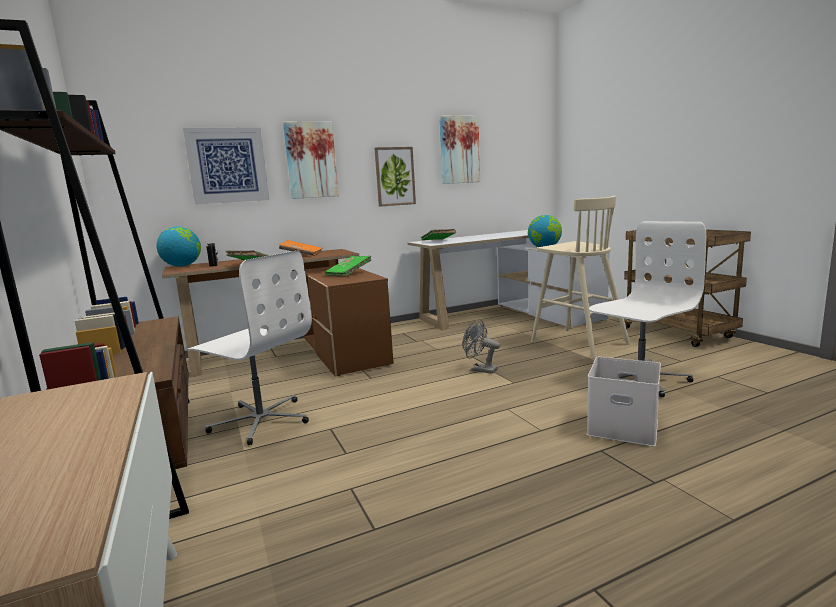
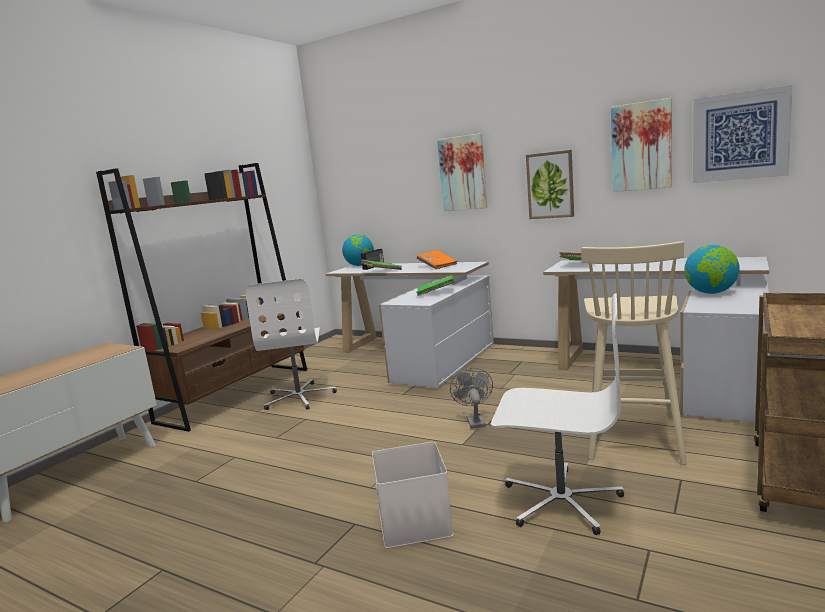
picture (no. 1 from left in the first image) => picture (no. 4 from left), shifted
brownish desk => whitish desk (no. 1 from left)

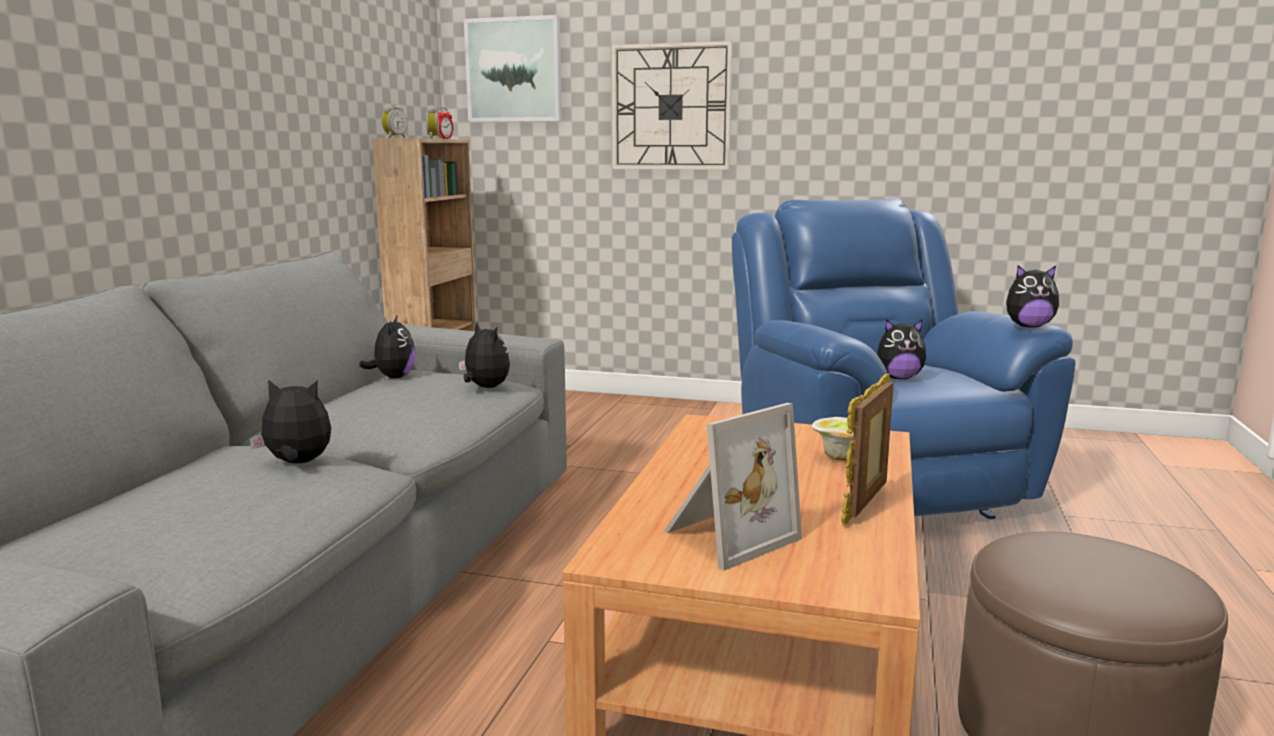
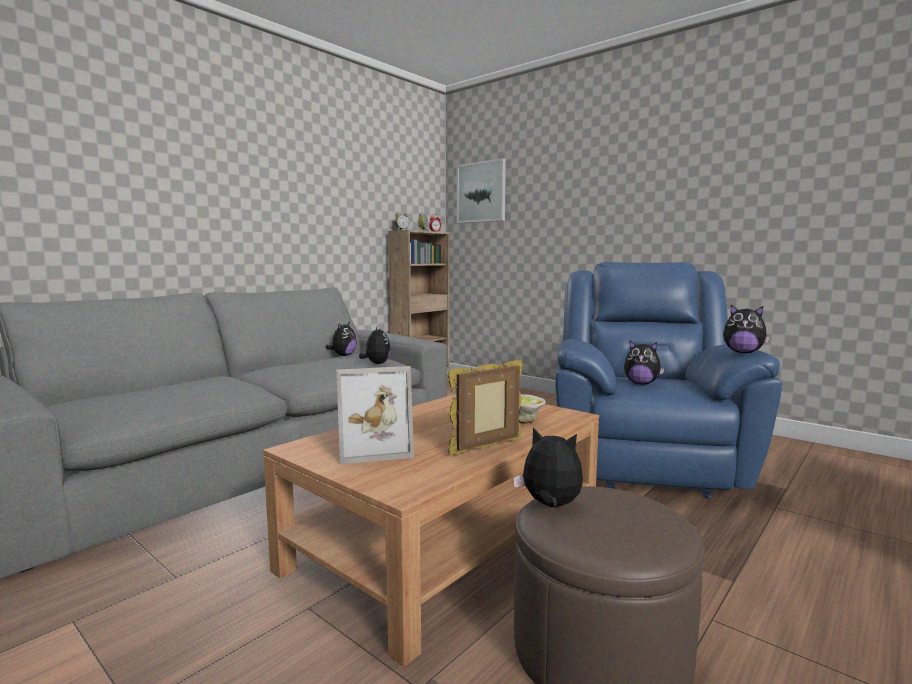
wall clock => nothing
plush toy (no. 1 from left in the first image) => plush toy (no. 3 from left), shifted

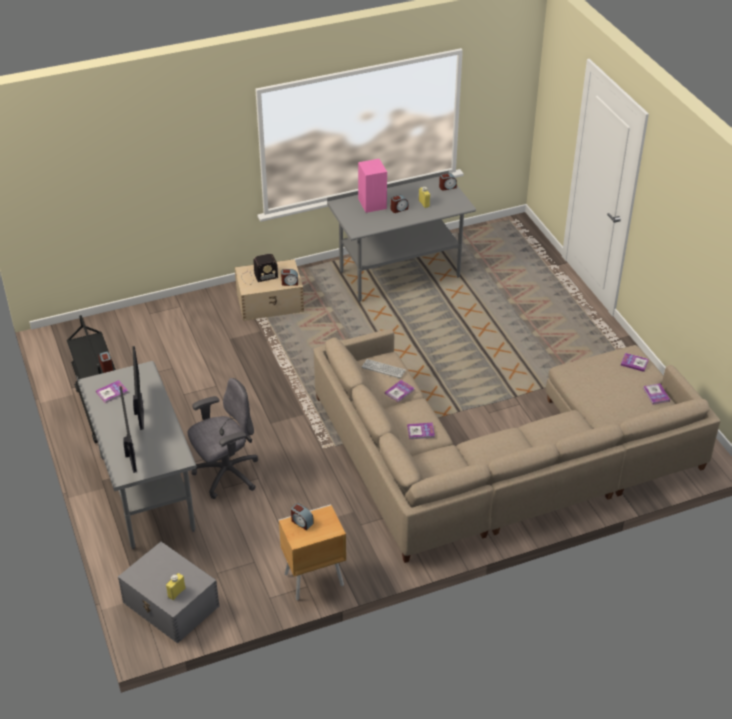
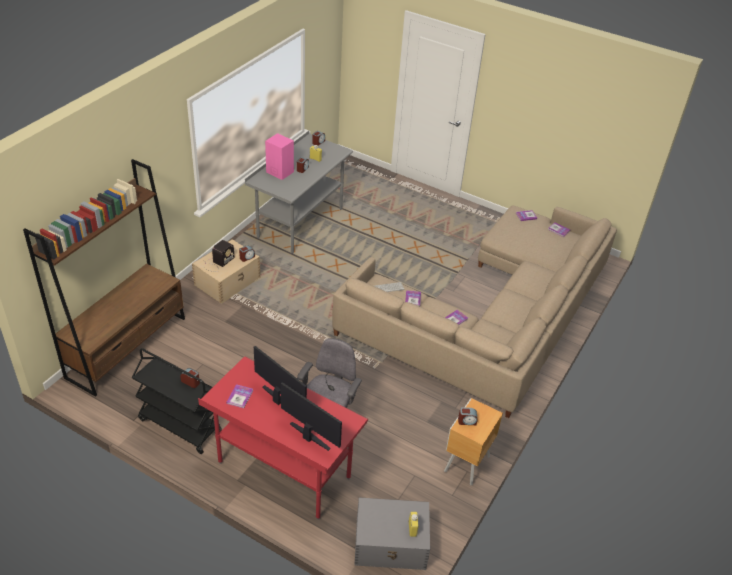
grey desk (no. 1 from left) => reddish desk
nothing => brownish shelving unit

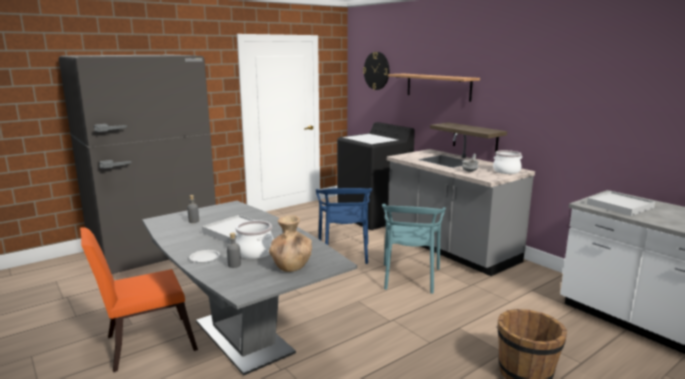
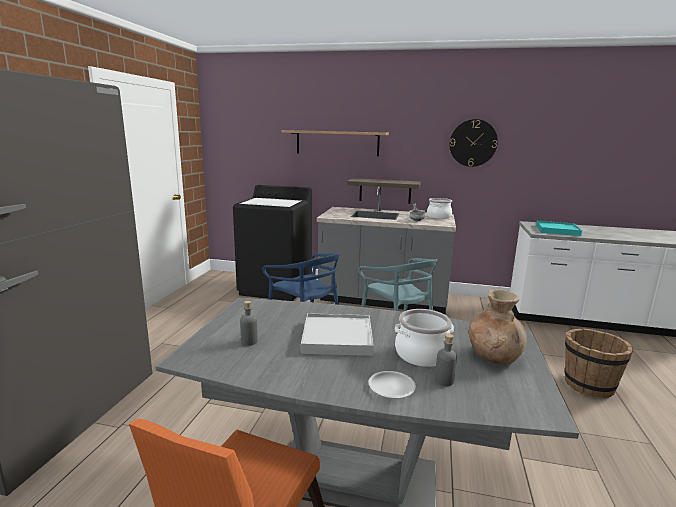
wall clock, shifted
whitish serving tray (no. 2 from left) => turquoise serving tray

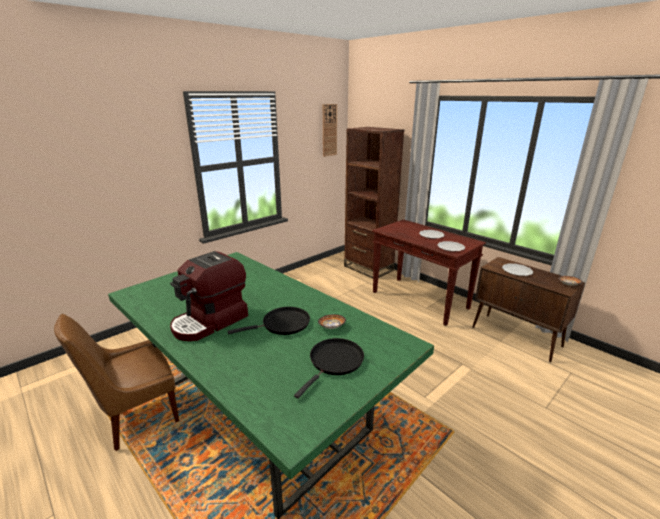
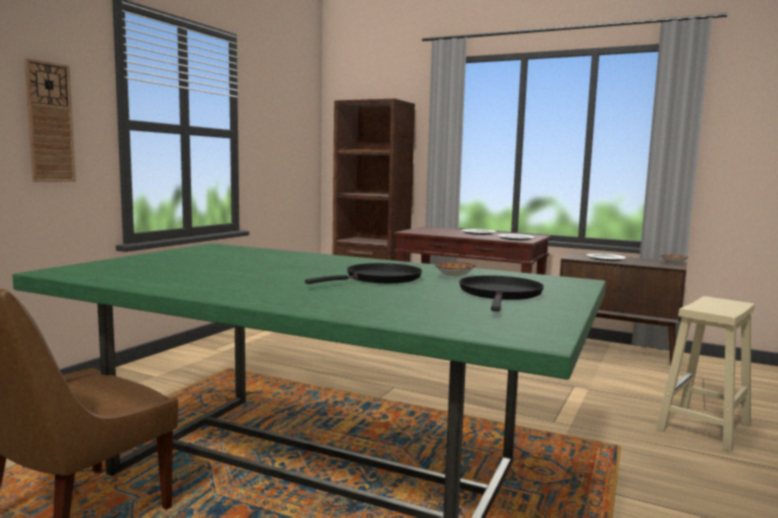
wall clock, shifted
coffee maker => nothing
nothing => beige stool seat

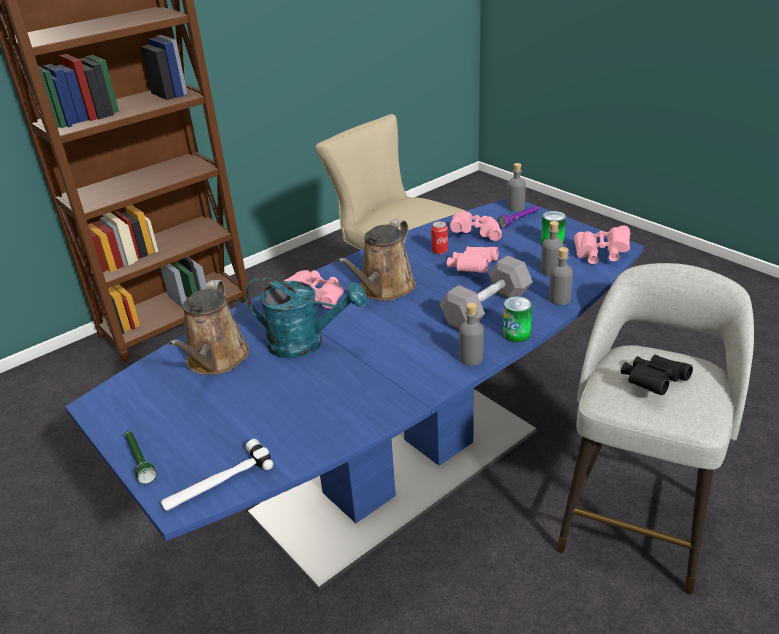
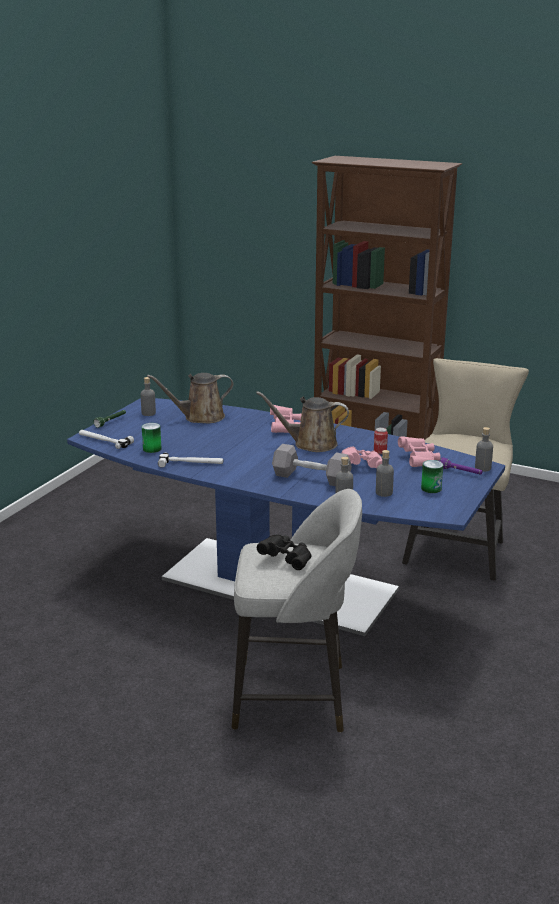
pink binoculars (no. 4 from left) => nothing
turquoise sprinkling can => nothing
can (no. 2 from left in the first image) => can (no. 1 from left), shifted
grey beverage bottle (no. 1 from left), shifted
nothing => hand hammer (no. 2 from left)

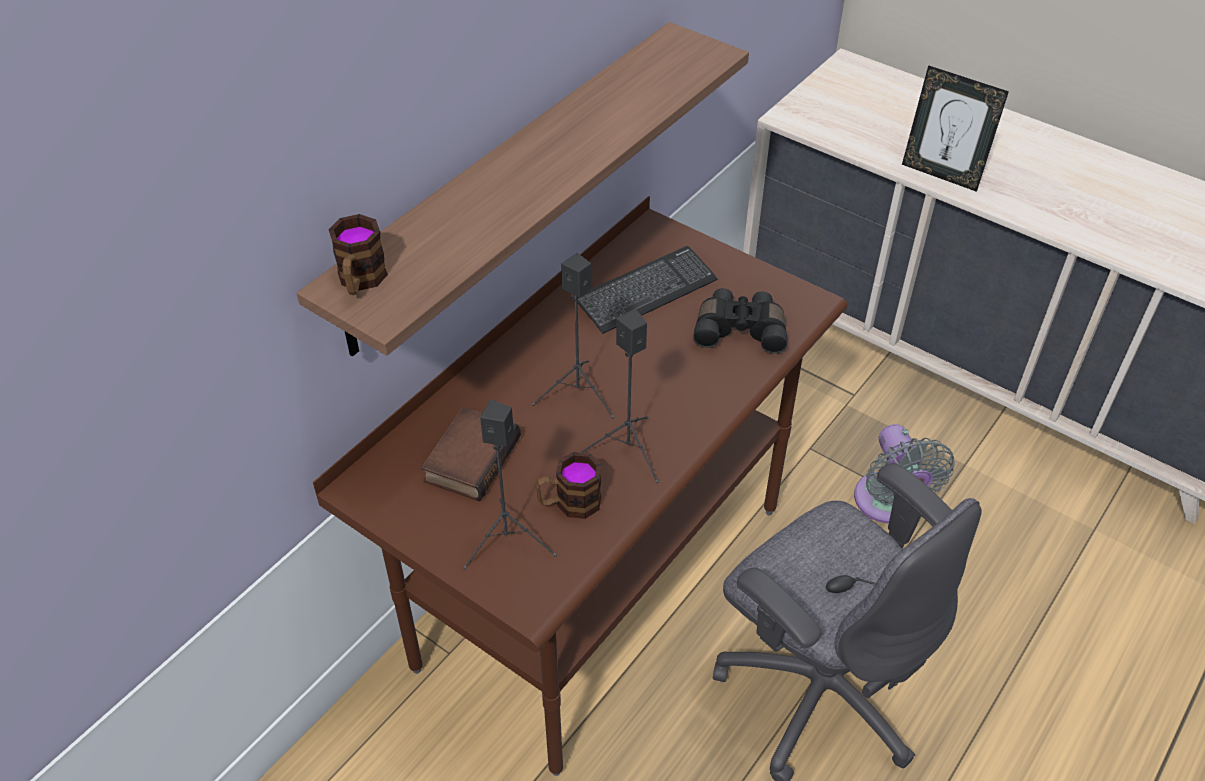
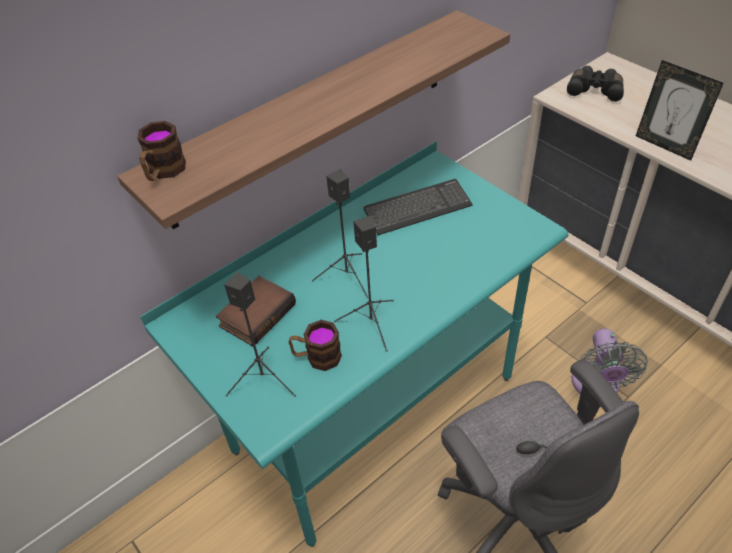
brownish desk => turquoise desk
black binoculars, shifted

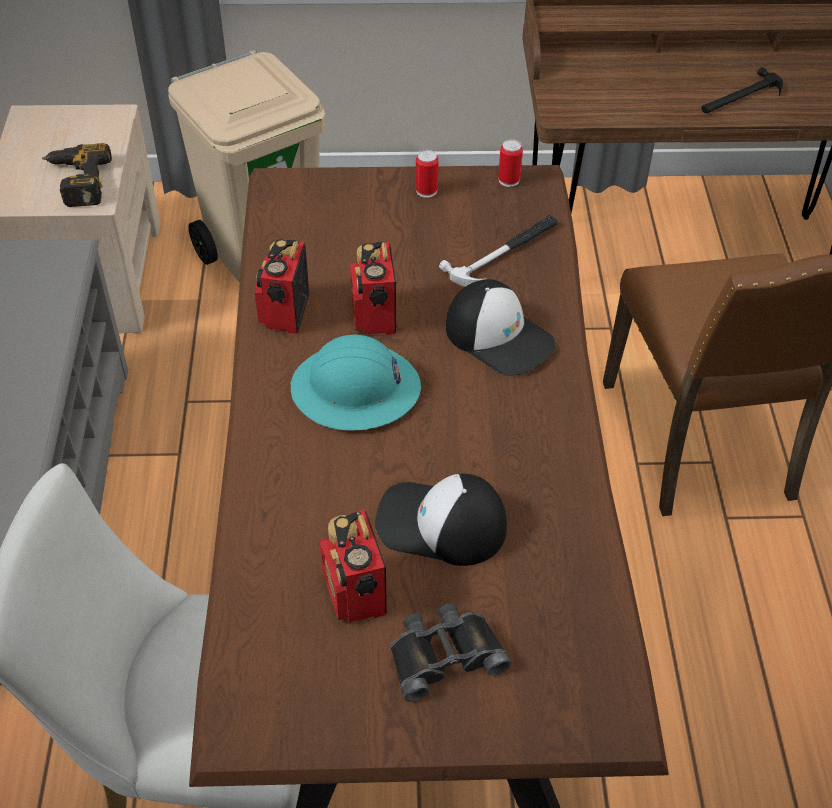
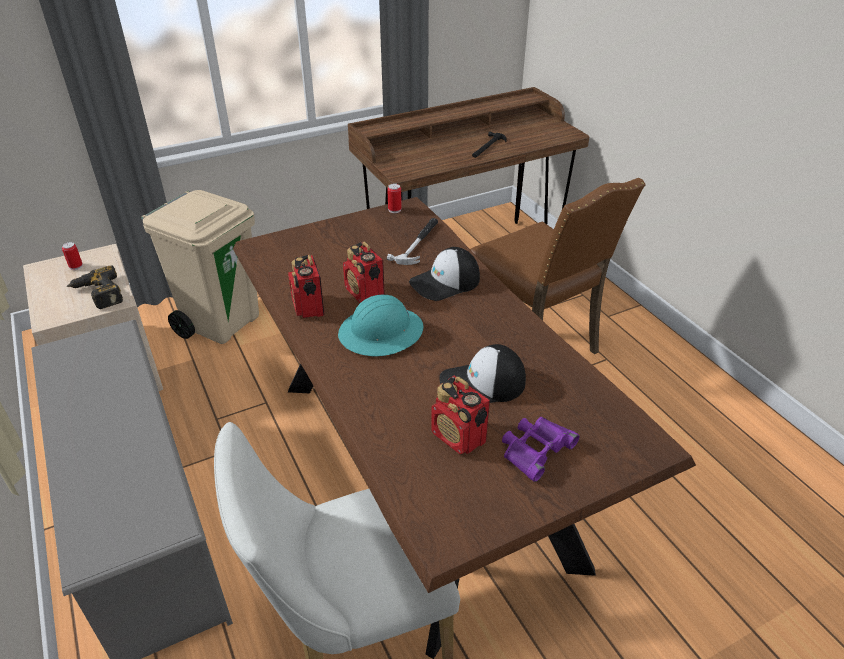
can (no. 1 from left), shifted
peaked cap (no. 2 from left in the first image) => peaked cap (no. 1 from left), 135 degrees clockwise
black binoculars => purple binoculars

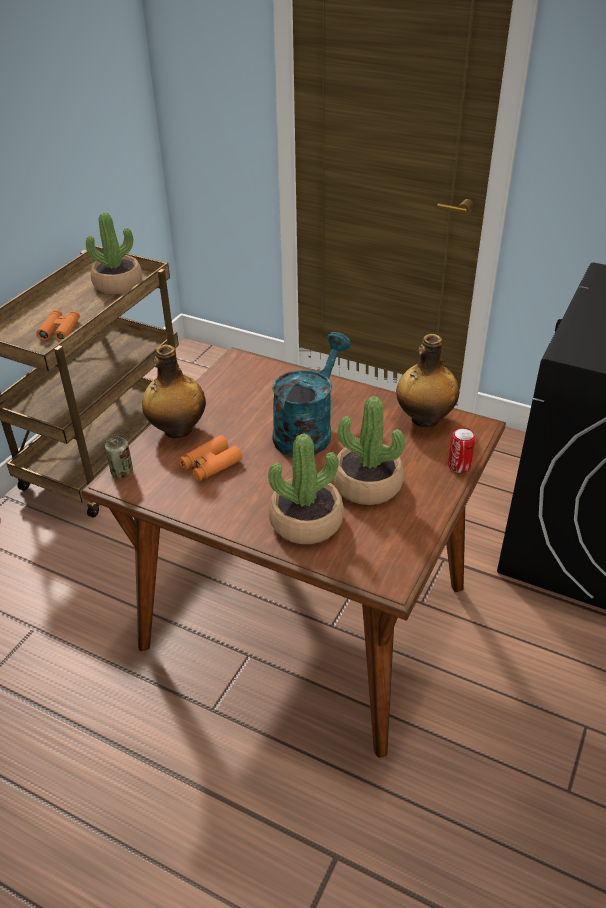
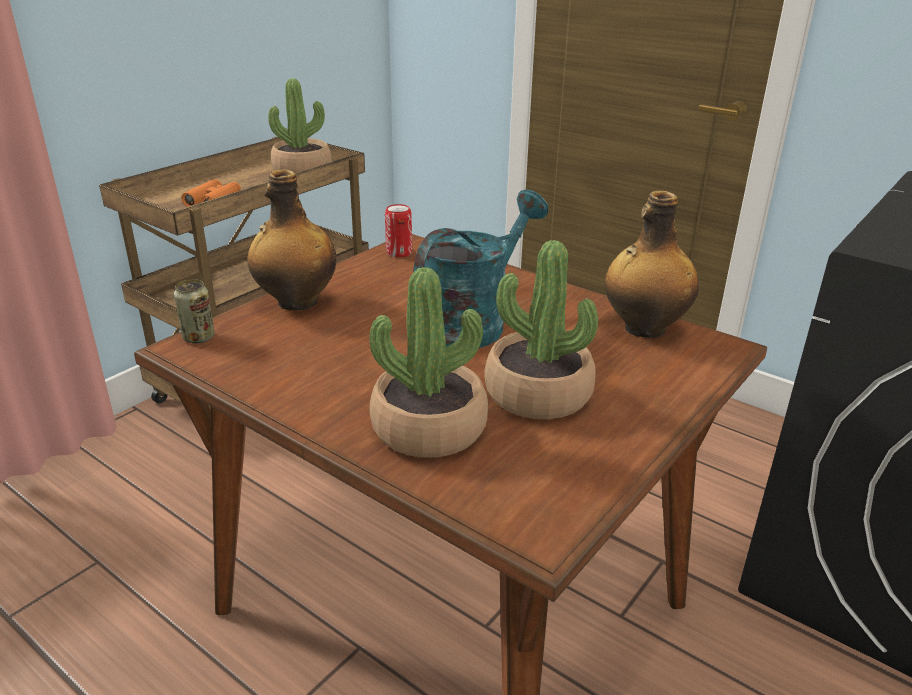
can (no. 2 from left), shifted
orange binoculars (no. 2 from left) => nothing

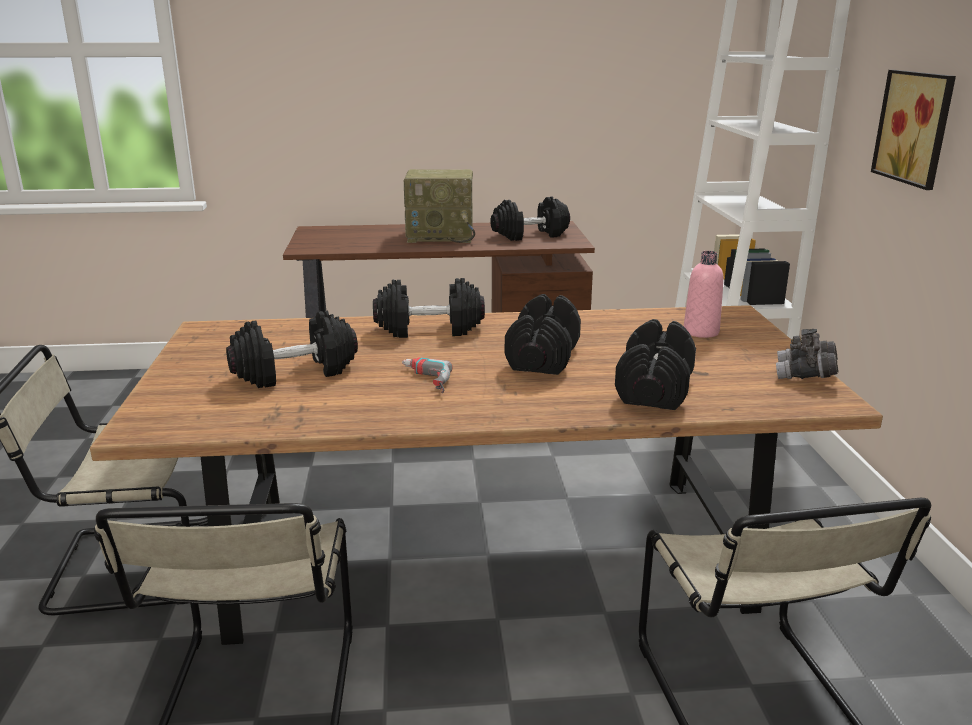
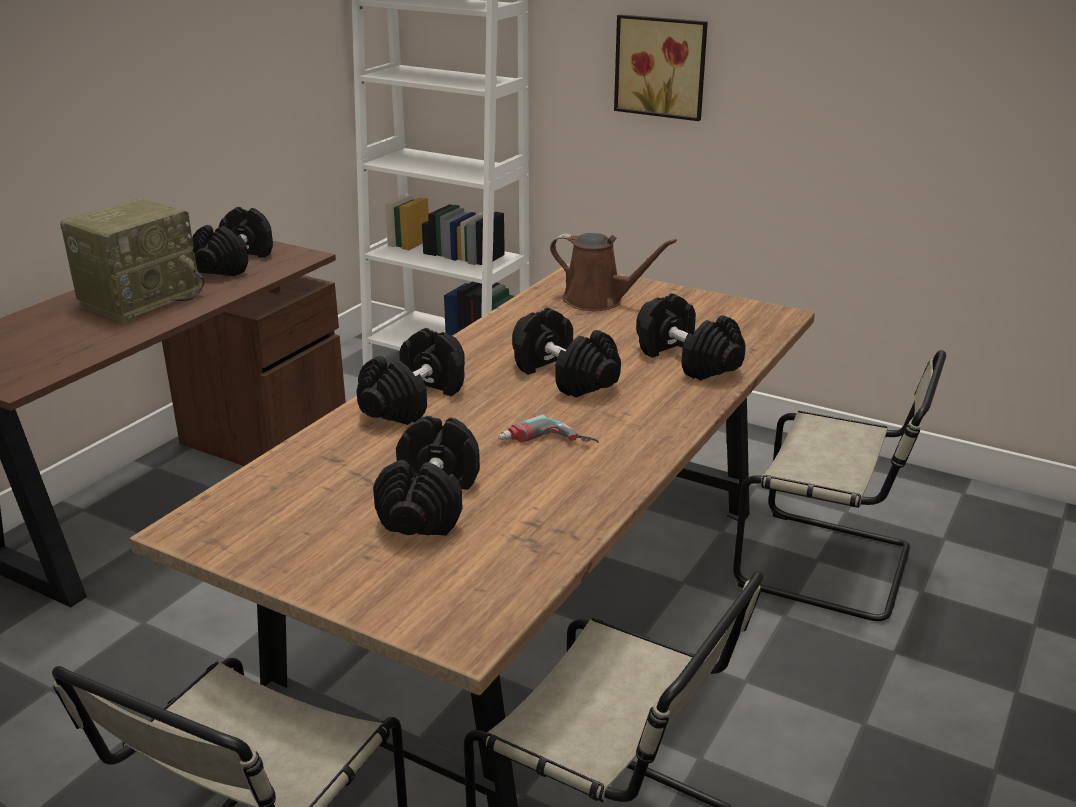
pink beverage bottle => brownish sprinkling can
grey binoculars => nothing

